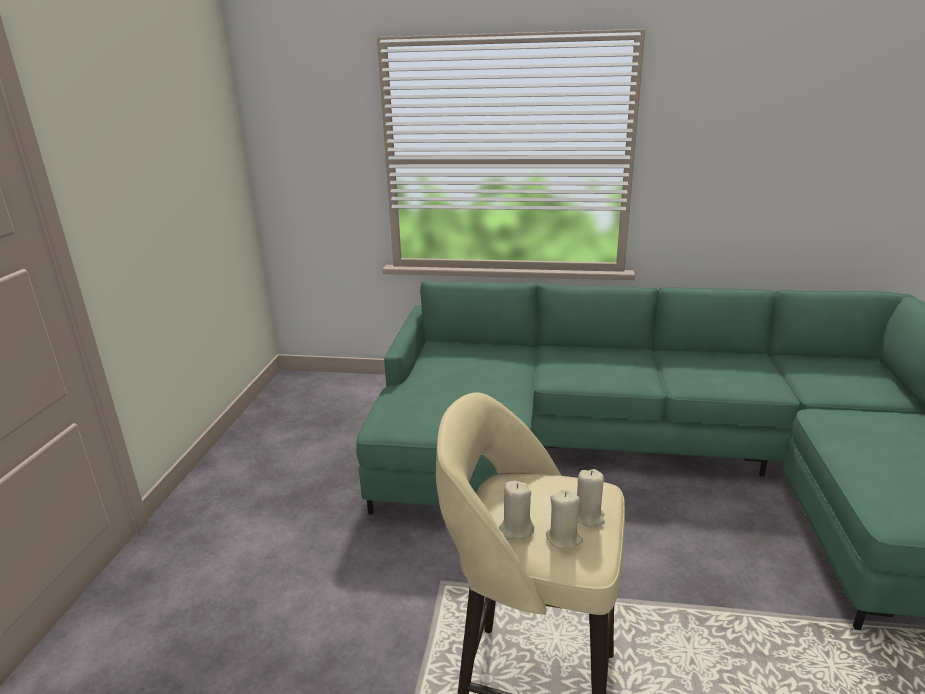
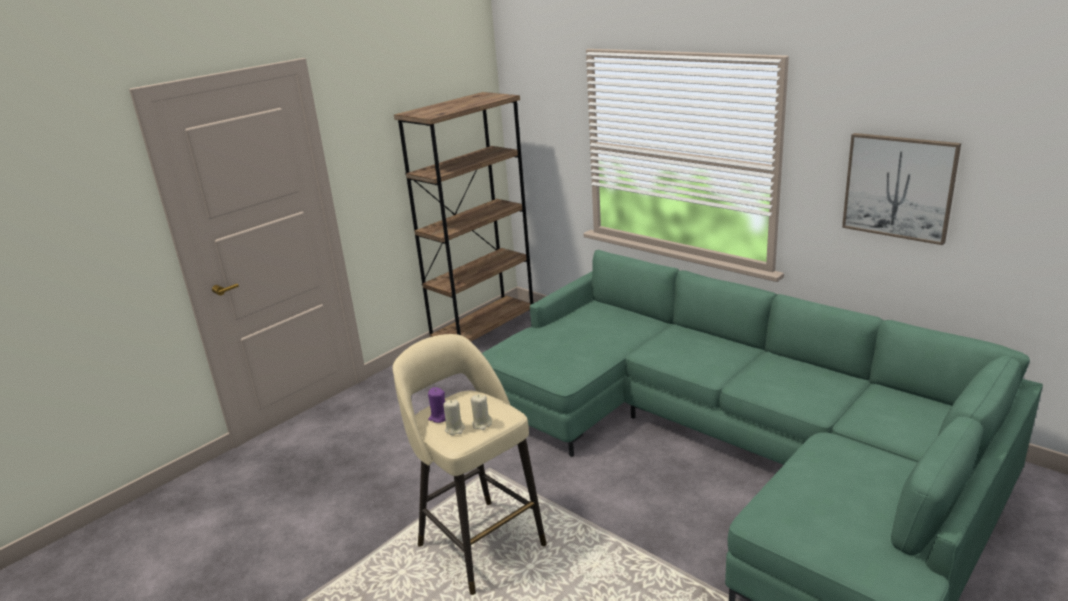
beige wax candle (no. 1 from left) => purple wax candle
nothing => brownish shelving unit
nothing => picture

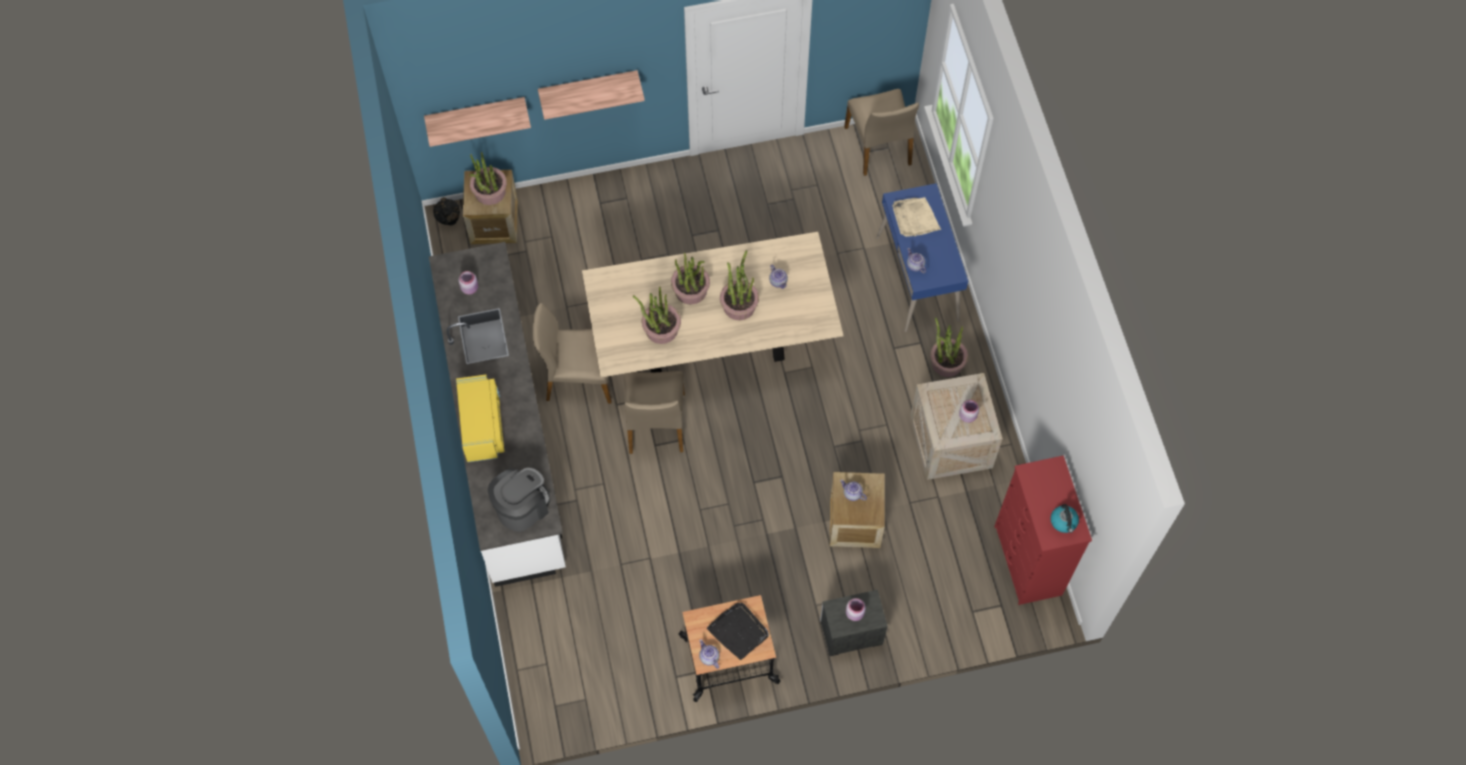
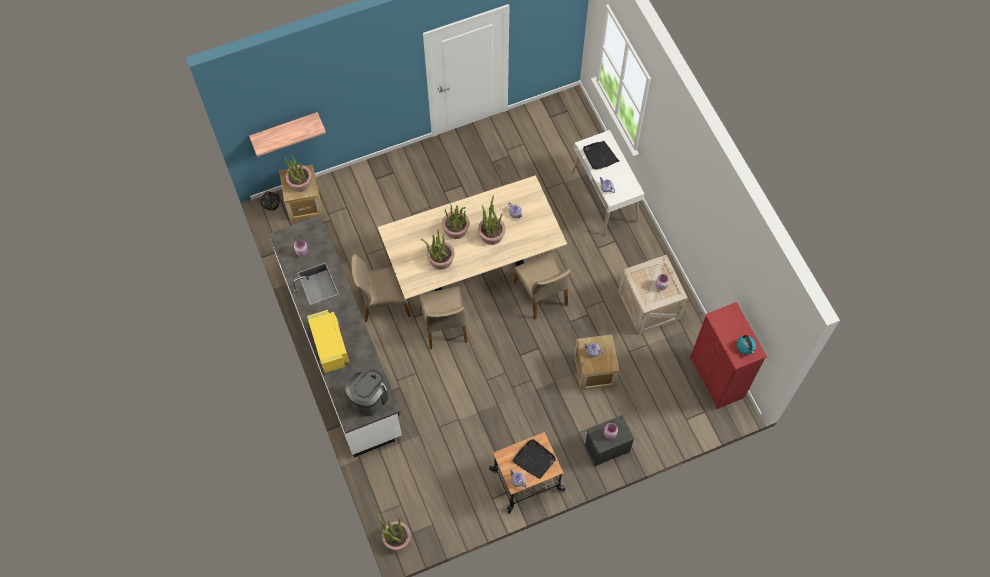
wall shelf (no. 2 from left) => nothing
beige upright chair (no. 3 from left), shifted
bluish desk => whitish desk
beige serving tray => black serving tray (no. 2 from left)
plant in a pot (no. 5 from left in the first image) => plant in a pot (no. 2 from left), shifted

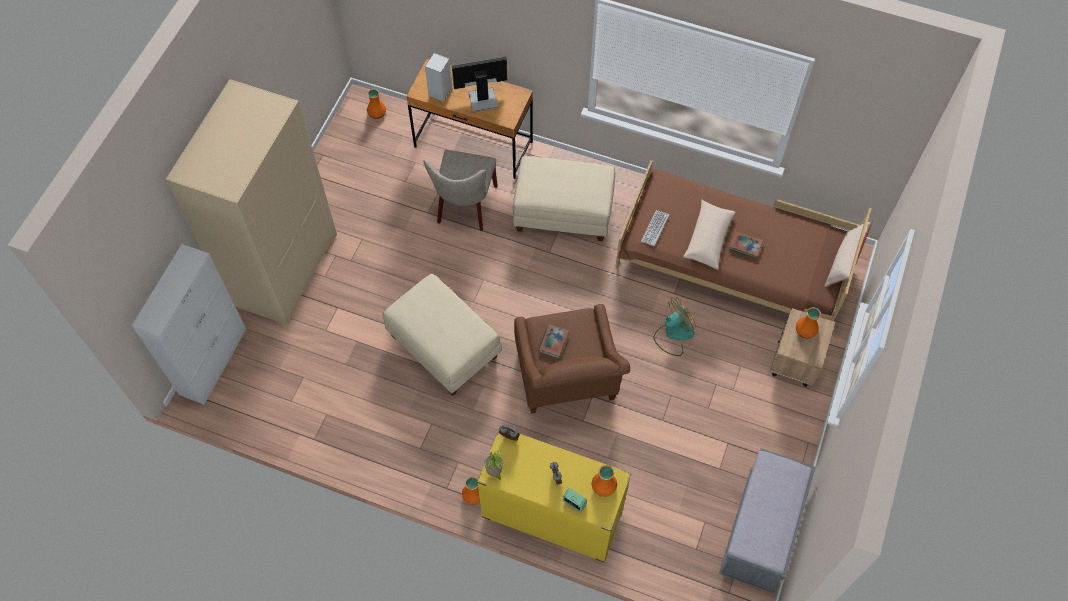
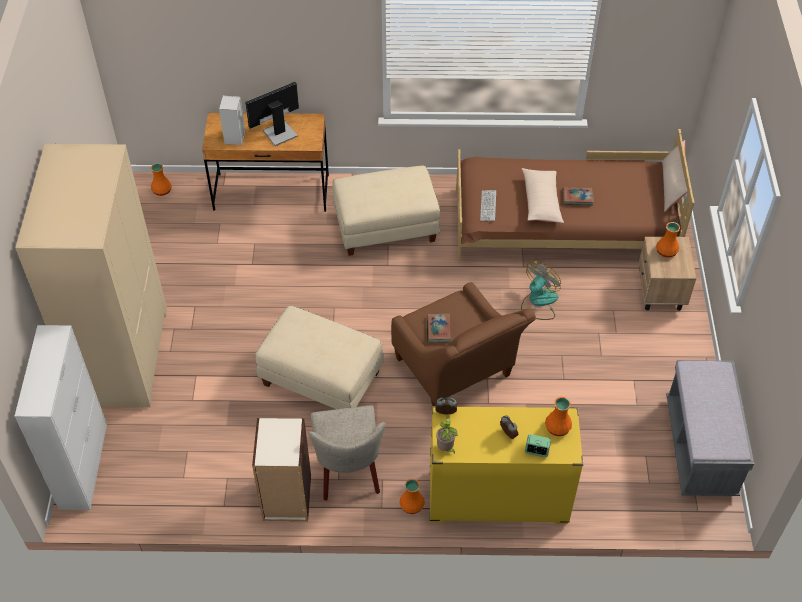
beige upright chair, shifted
nothing => shelving unit

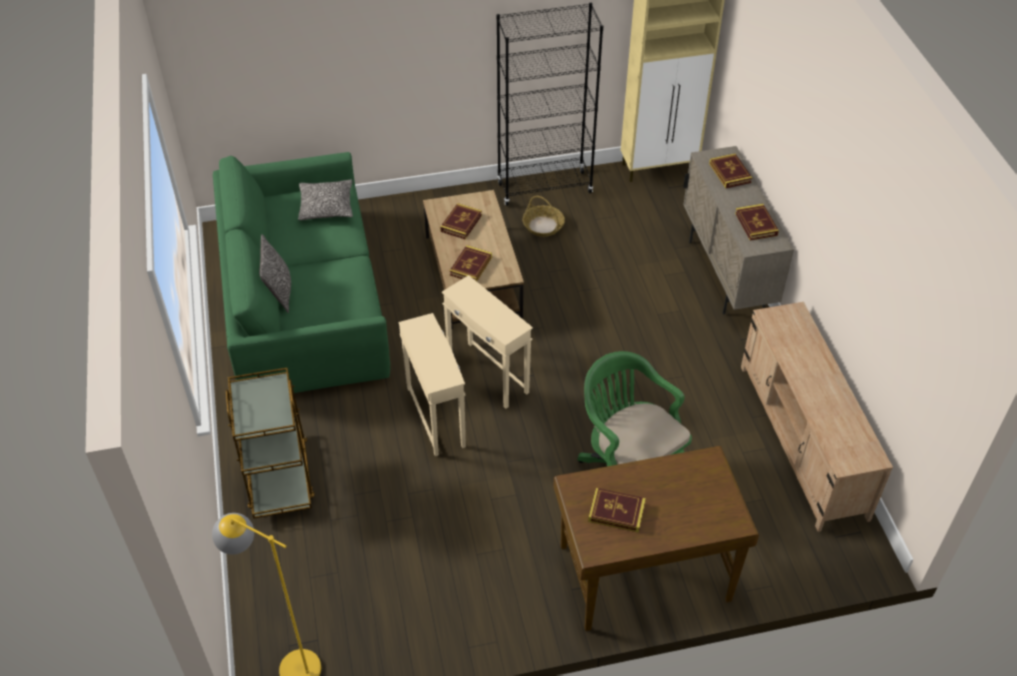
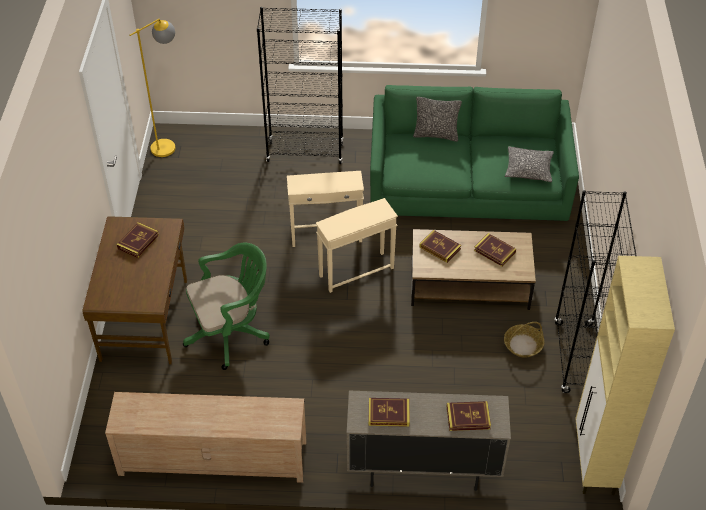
brownish wheeled cart => black shelving unit (no. 1 from left)

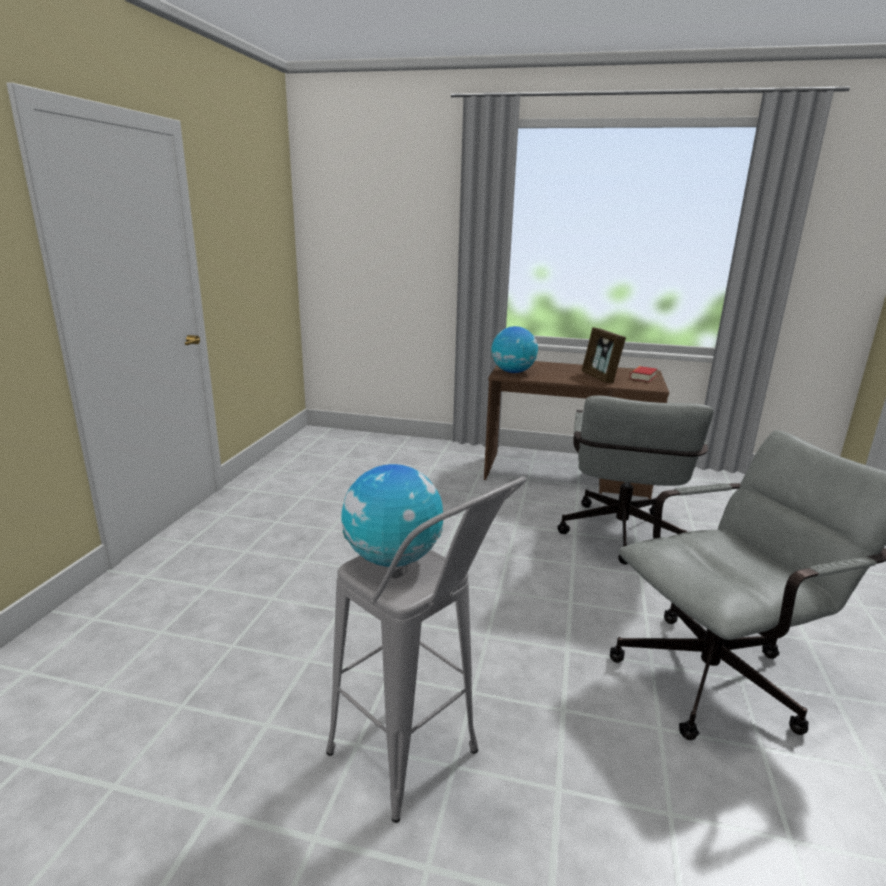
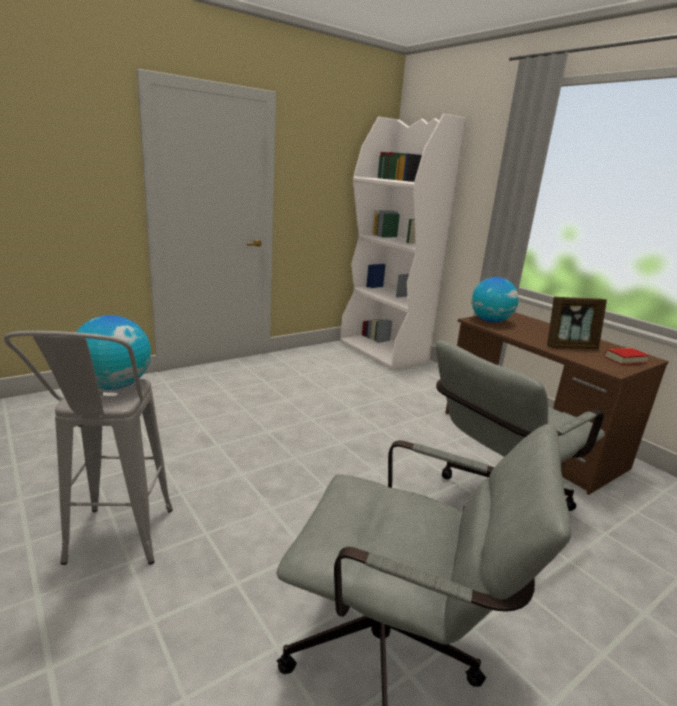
standing frame, 120 degrees counterclockwise
nothing => whitish shelving unit

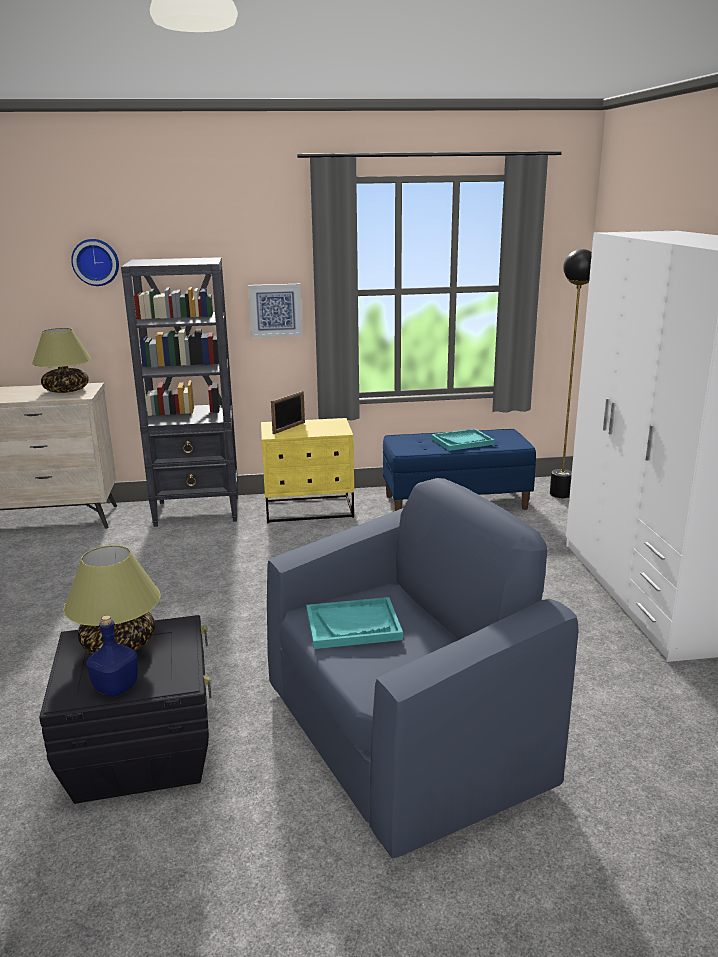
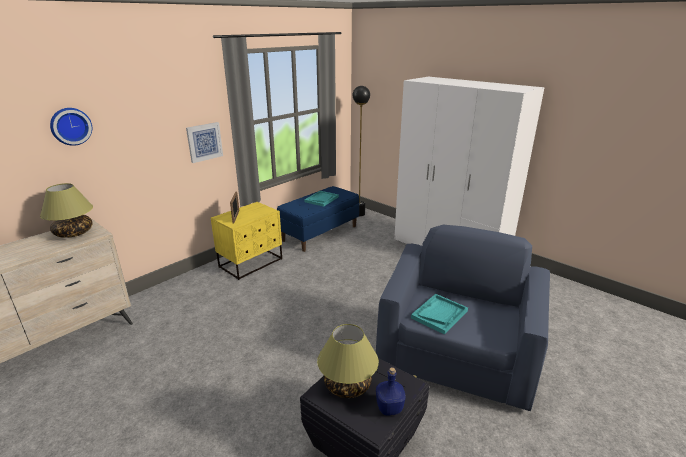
black shelving unit => nothing

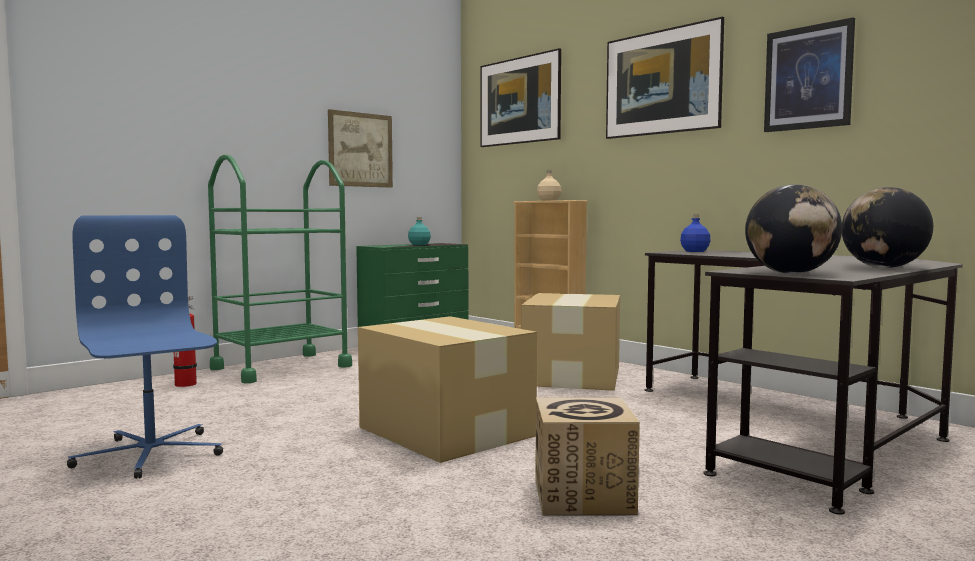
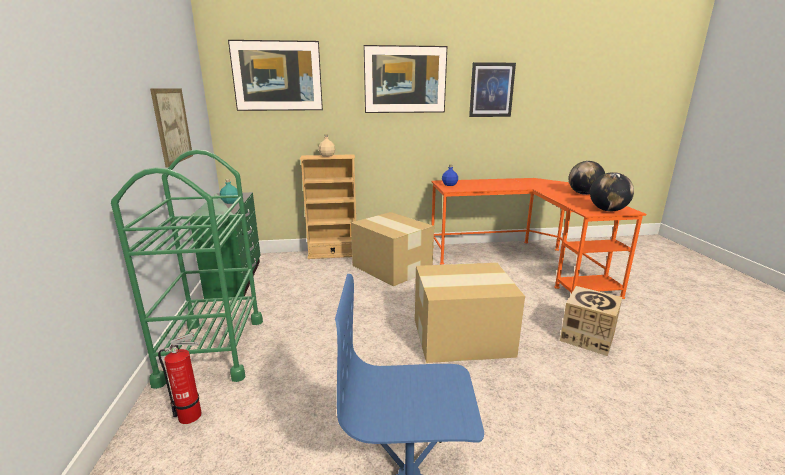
black desk => orange desk

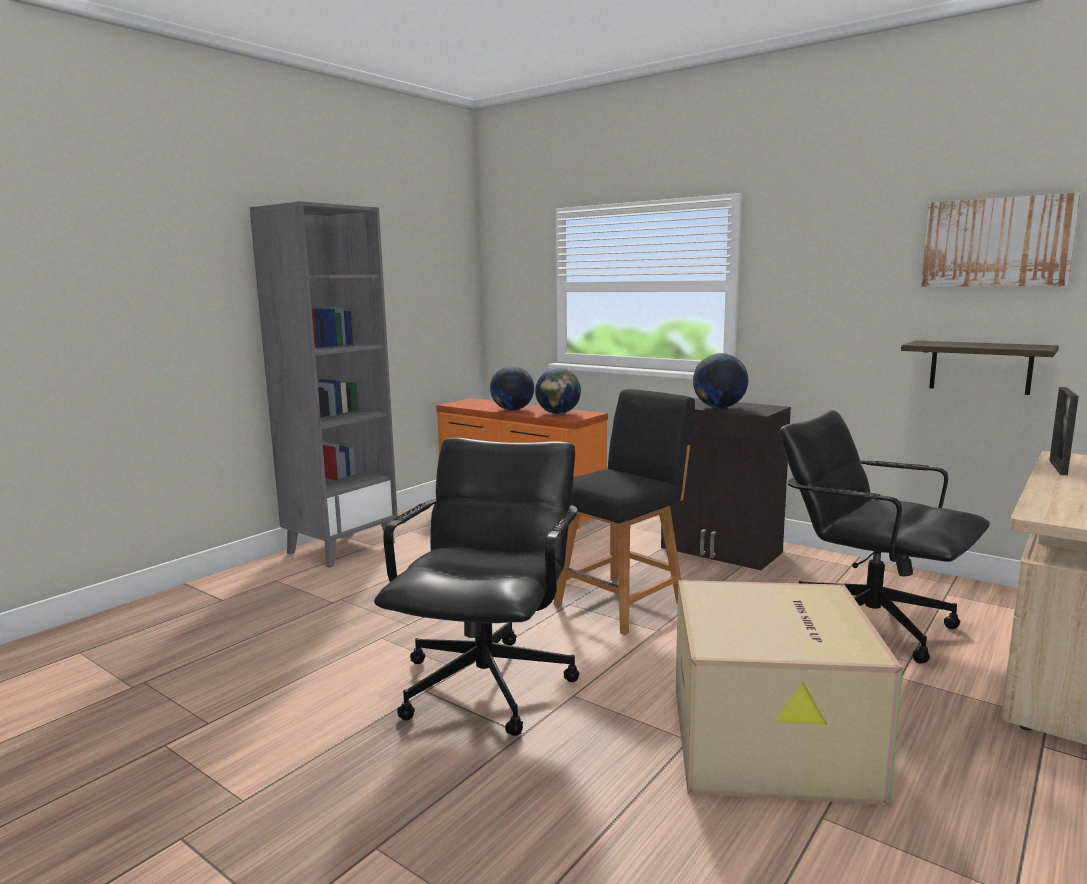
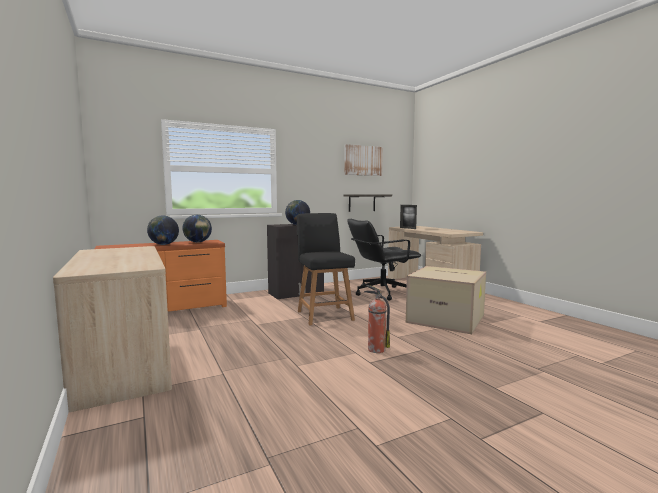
grey shelving unit => beige desk (no. 1 from left)
black computer chair (no. 1 from left) => fire-fighting cylinder

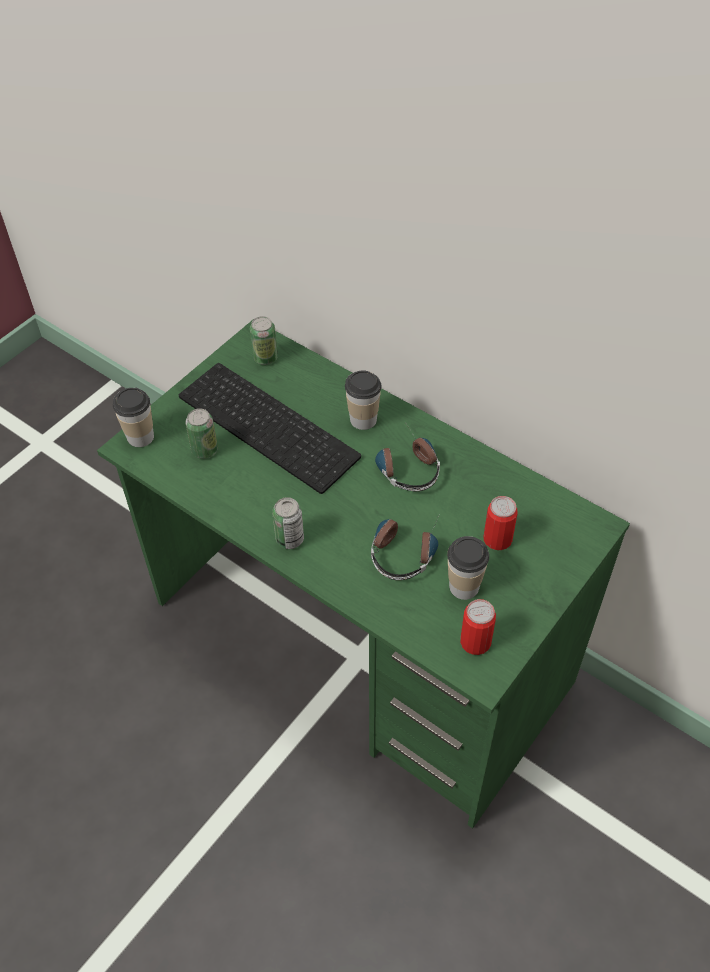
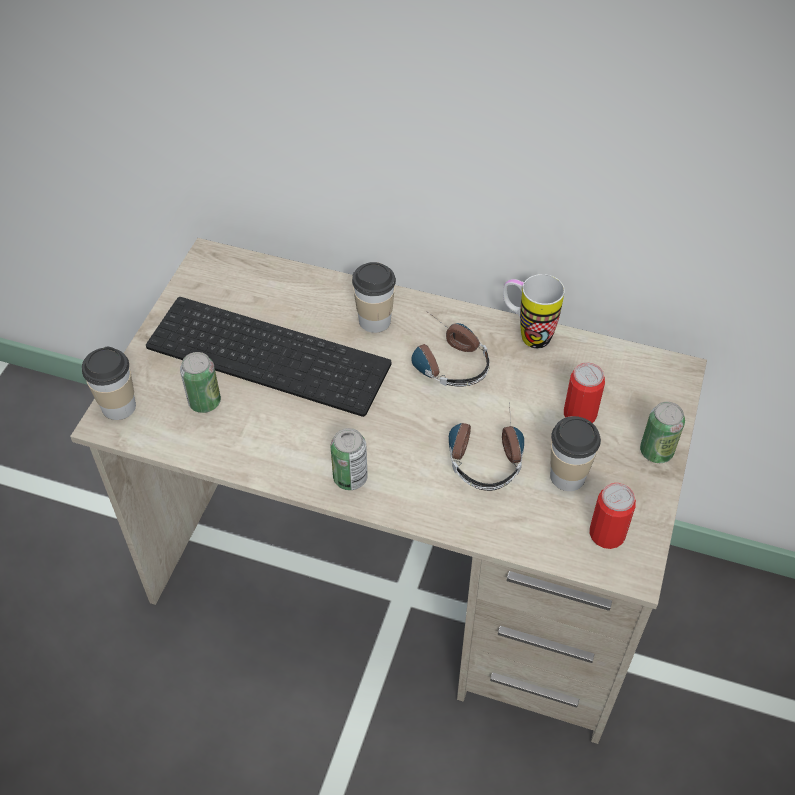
can (no. 2 from left in the first image) => can (no. 5 from left), shifted
greenish desk => beige desk
nothing => coffee mug

